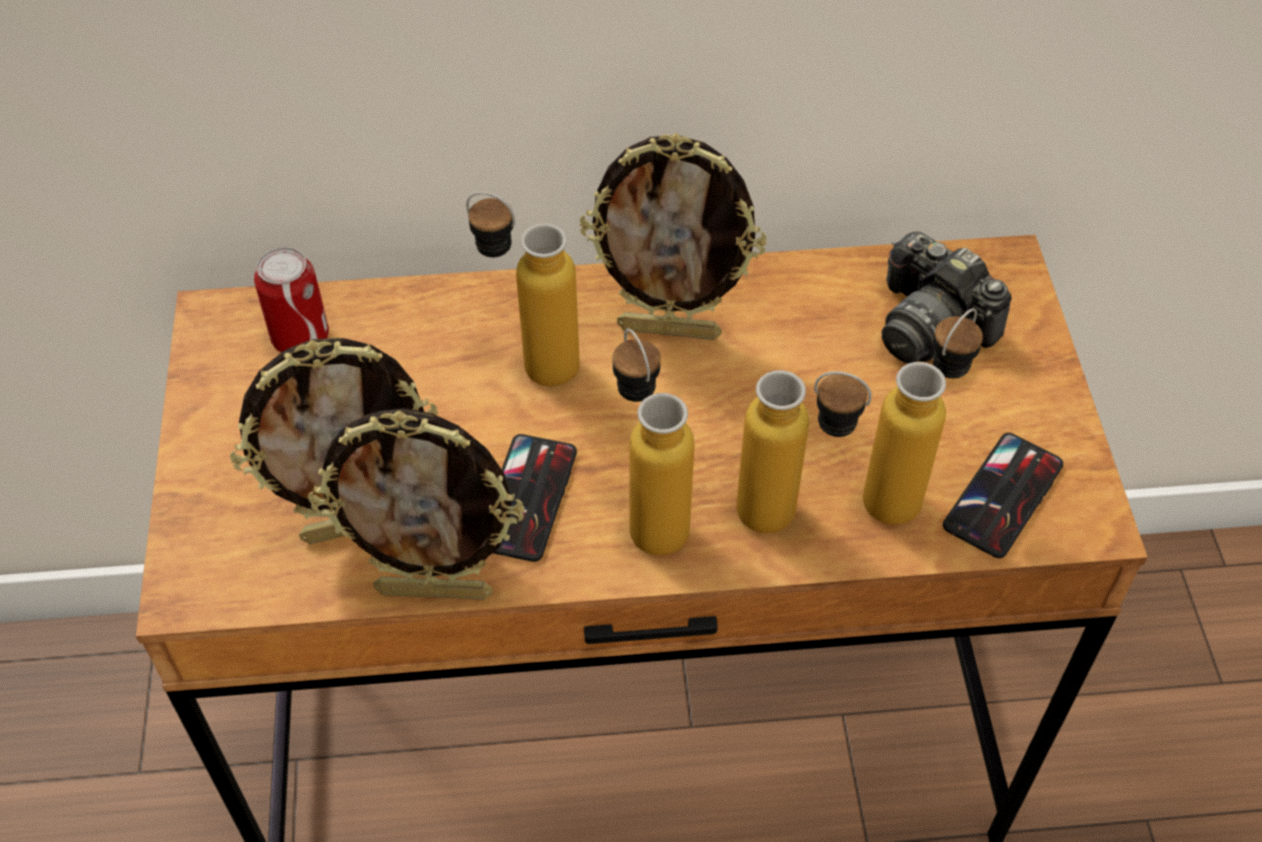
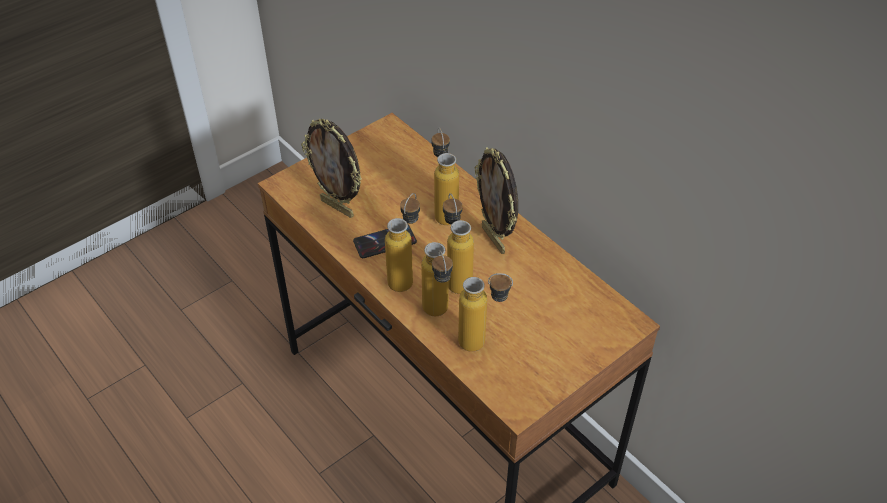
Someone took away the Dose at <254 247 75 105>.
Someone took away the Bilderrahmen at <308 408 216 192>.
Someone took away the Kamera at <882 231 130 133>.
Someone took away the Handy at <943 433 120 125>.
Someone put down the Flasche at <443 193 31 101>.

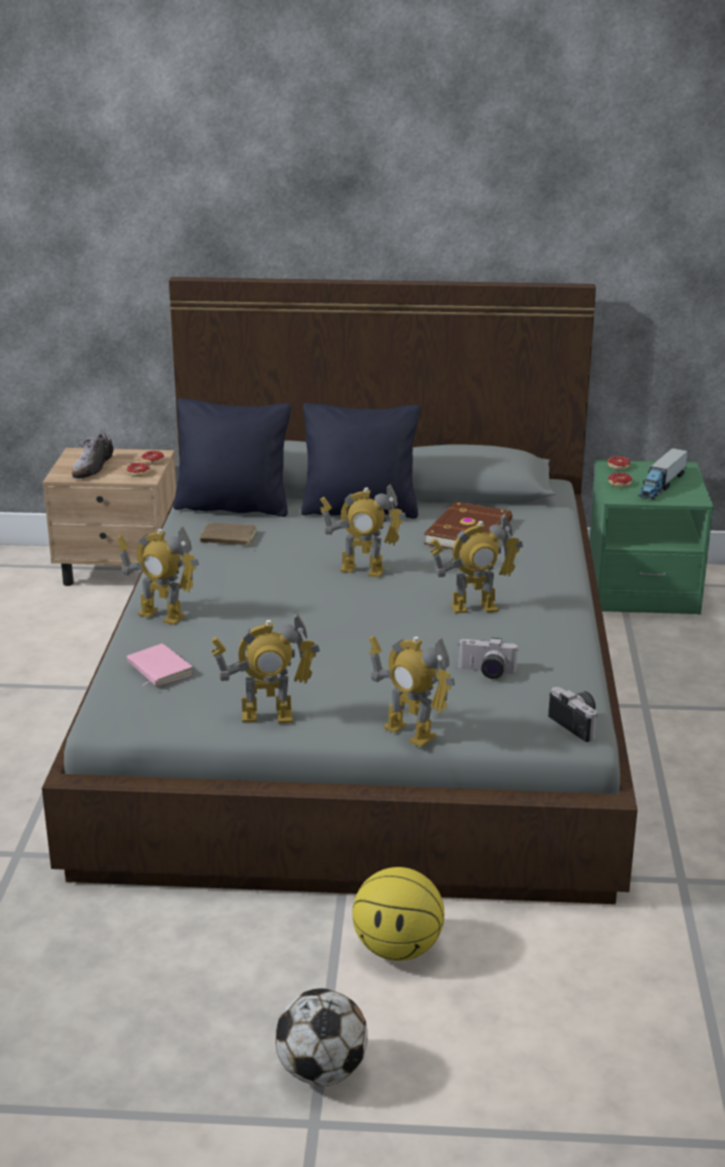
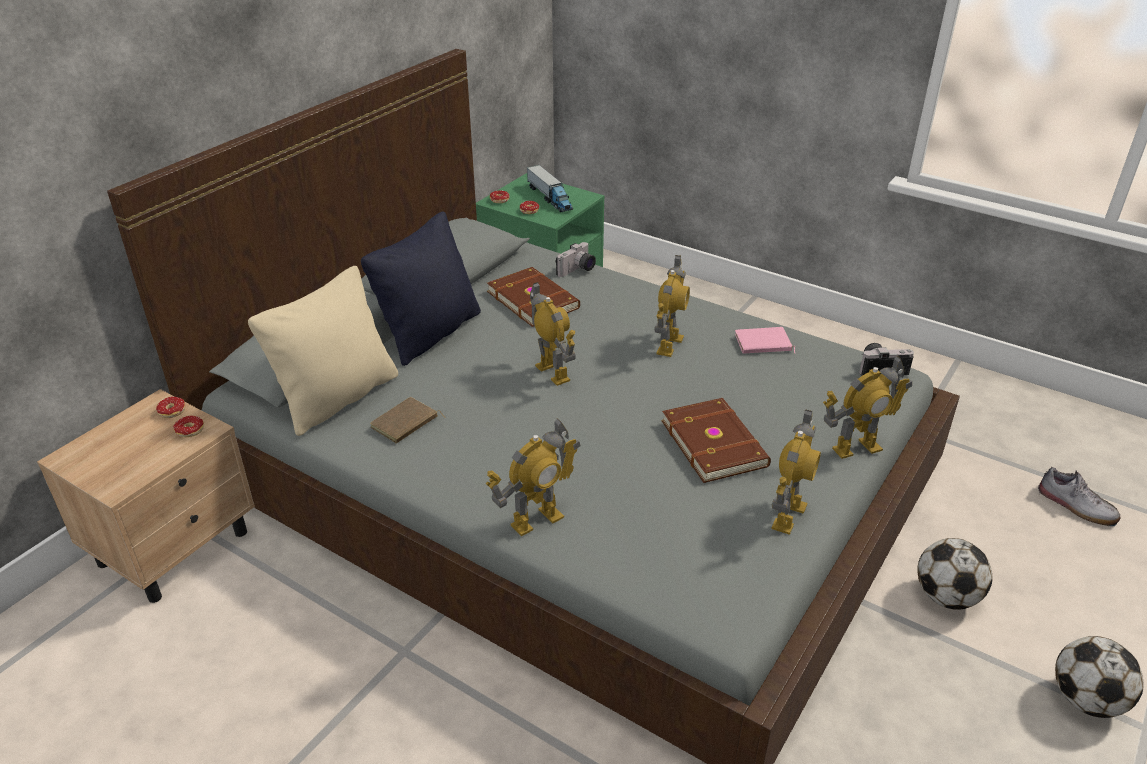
Someone carried the Schuh from <72 432 42 47> to <1038 467 82 59>.
Someone carried the Buch (rosa) from <127 644 66 42> to <735 327 60 27>.
Someone repainted the Kissen (schwarz) at <173 398 118 119>, which became the Kissen (beige) at <248 266 150 170>.
Someone rotated the Spielzeugroboter at <320 484 86 93> by 75 degrees counterclockwise.
Someone swapped the Basketball at <353 867 91 94> for the Fußball at <917 538 75 72>.
Someone carried the Kamera from <458 637 60 42> to <555 242 41 35>.
Someone put down the Buch (braun) at <662 398 109 85>.

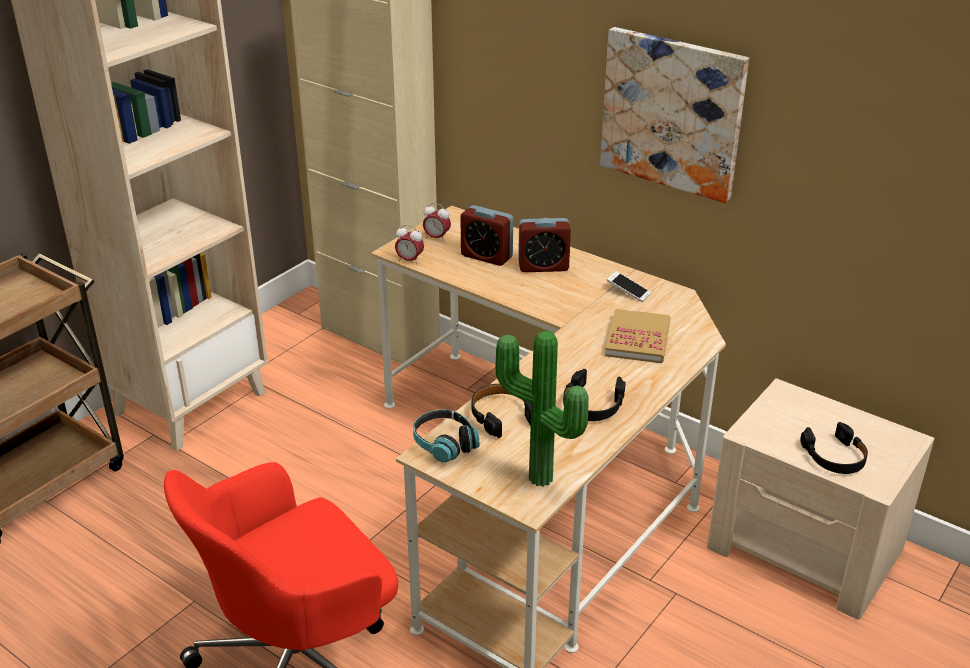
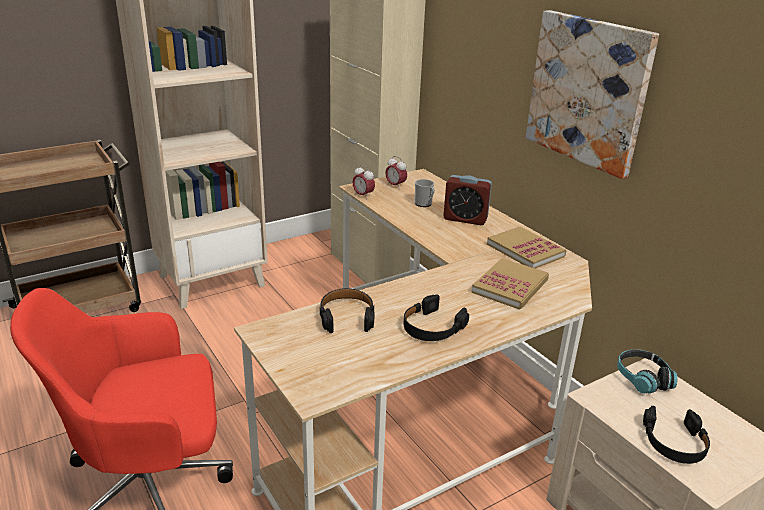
Someone carried the Kopfhörer from <413 409 66 54> to <617 349 61 45>.
Someone swapped the Wecker at <460 205 53 61> for the Henkelbecher at <415 179 20 28>.
Someone took away the Topfpflanze at <495 331 94 156>.
Someone swapped the Handy at <607 271 44 31> for the Buch at <487 227 80 42>.

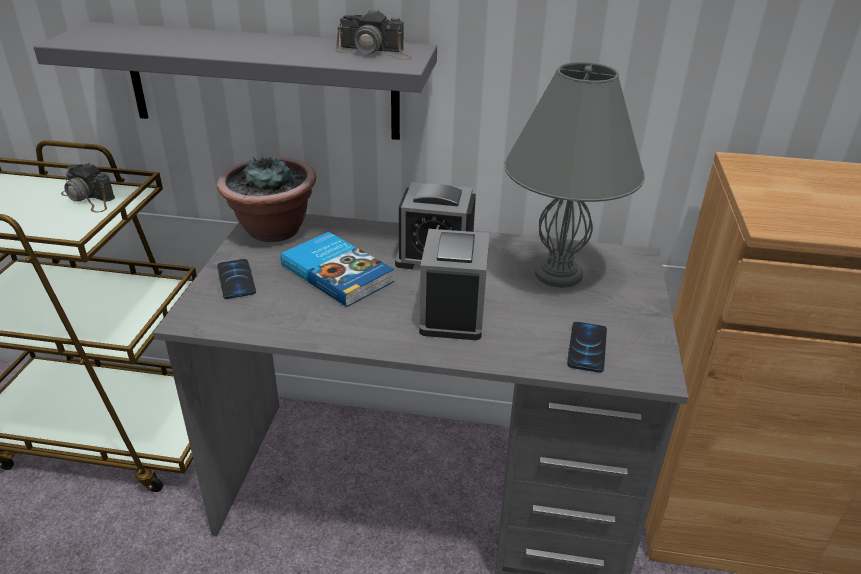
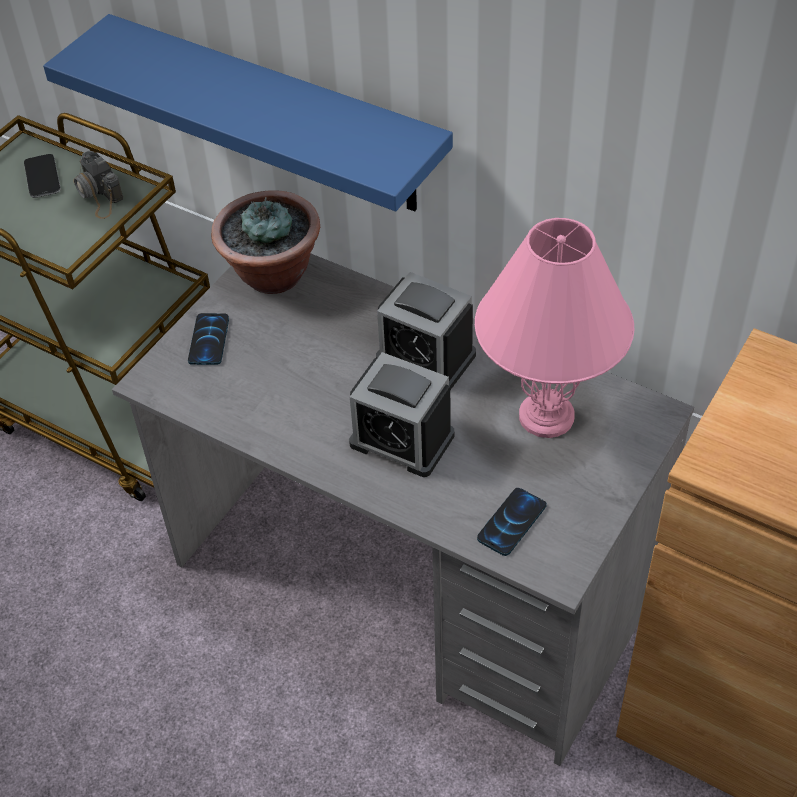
Someone repainted the Wandregal (grau) at <34 22 403 118>, which became the Wandregal (blau) at <43 14 410 197>.
Someone took away the Buch at <281 232 113 75>.
Someone took away the Kamera at <335 9 77 51>.
Someone rotated the Wecker at <419 229 70 111> by 90 degrees counterclockwise.
Someone repainted the Tischlampe (grau) at <504 62 141 226>, which became the Tischlampe (rosa) at <475 218 160 220>.
Someone put down the Handy at <24 154 37 44>.

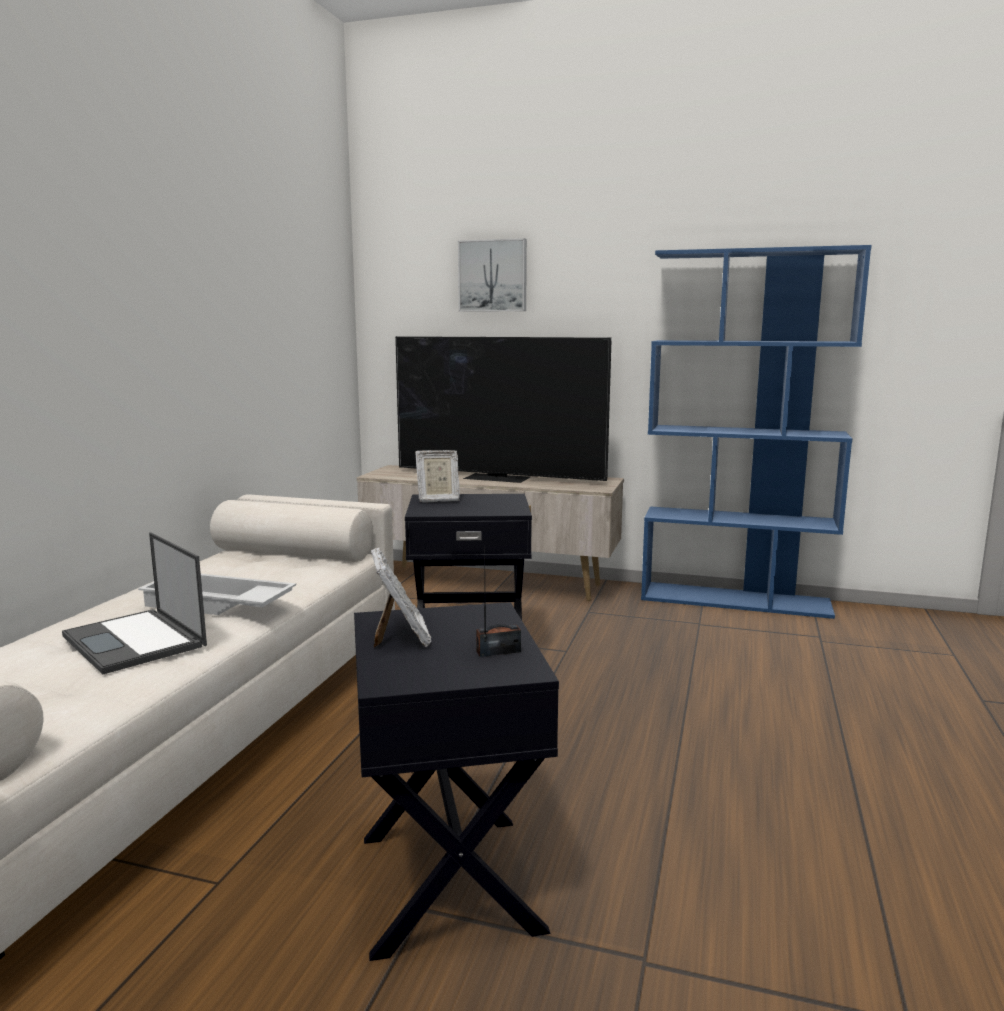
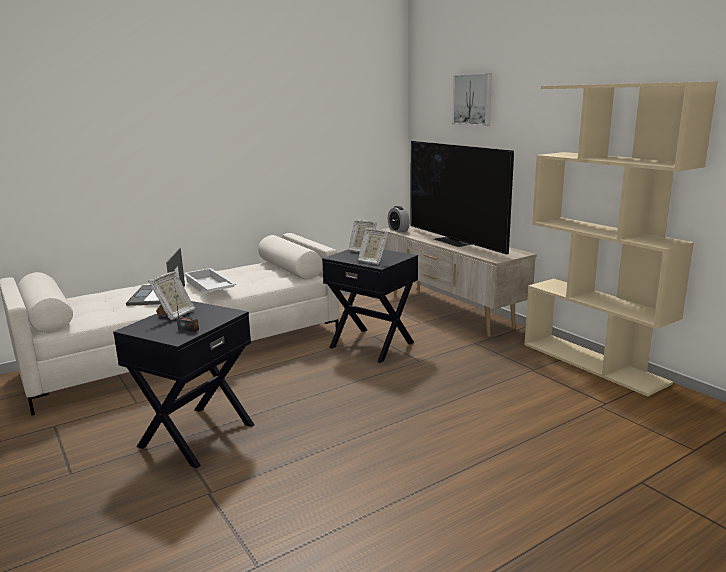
Someone repainted the Bücherregal (blau) at <641 245 231 374>, which became the Bücherregal (beige) at <524 81 194 316>.
Someone put down the Bilderrahmen at <358 228 30 37>.
Someone put down the Wecker at <388 206 22 27>.

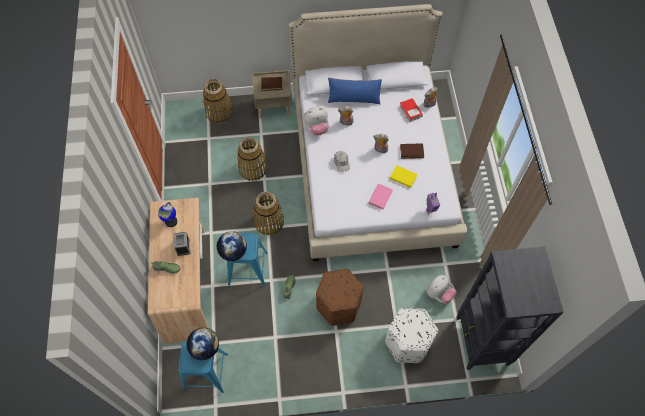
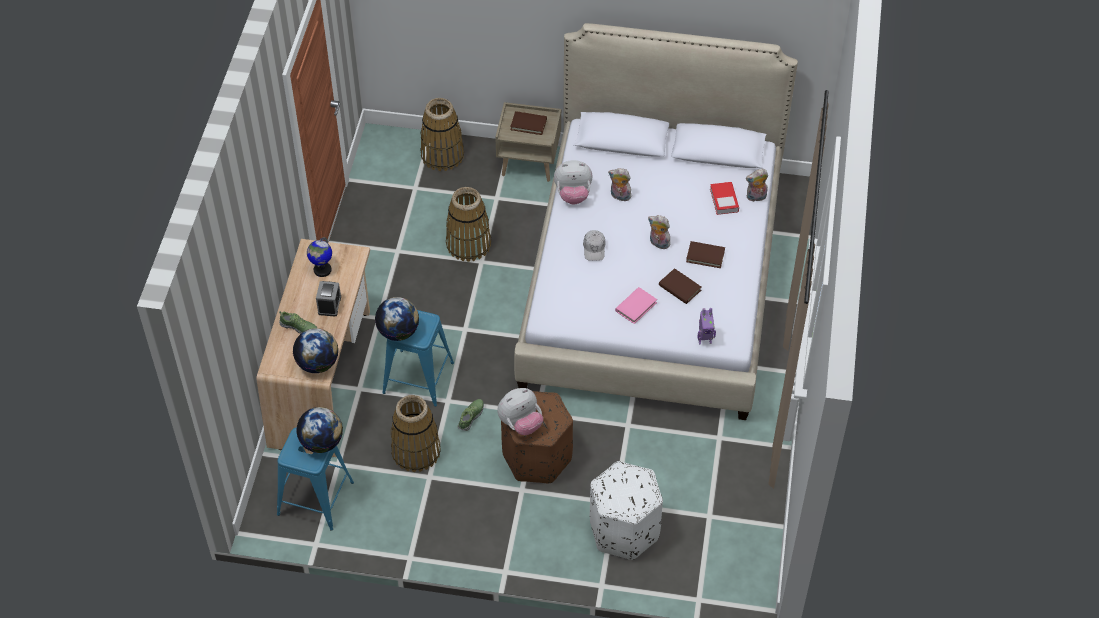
Someone carried the Korb from <253 192 31 43> to <391 395 50 77>.
Someone took away the Kissen (blau) at <328 78 54 26>.
Someone repainted the Buch (gelb) at <390 165 28 23>, which became the Buch (braun) at <659 268 43 36>.
Someone carried the Plüschtier from <427 275 29 29> to <497 388 46 47>.
Someone took away the Bücherregal (schwarz) at <457 246 107 124>.
Someone put down the Globus at <293 328 45 45>.

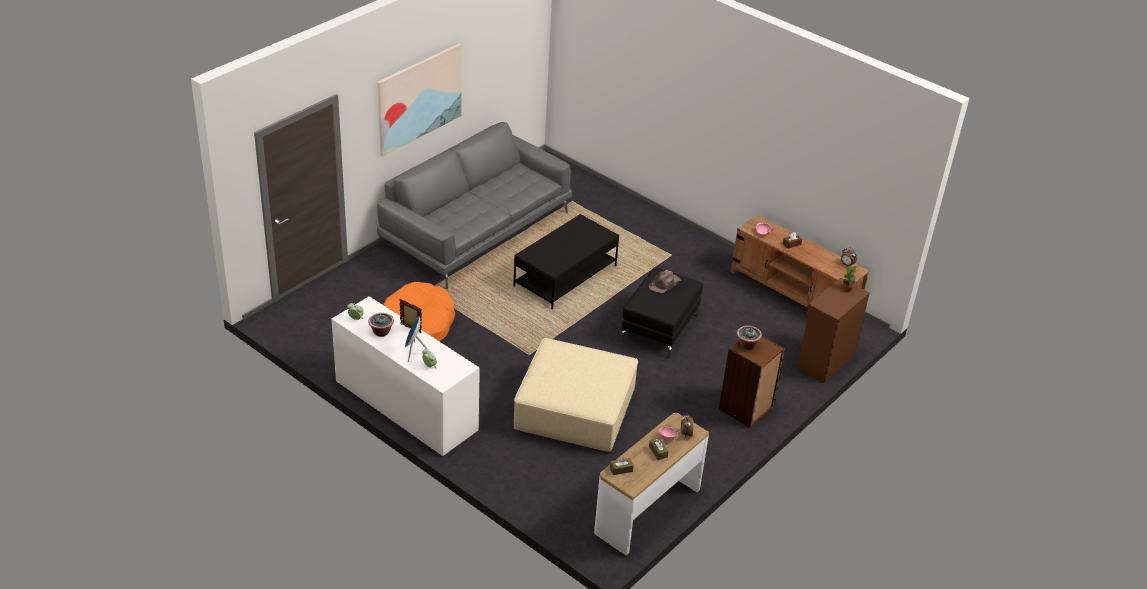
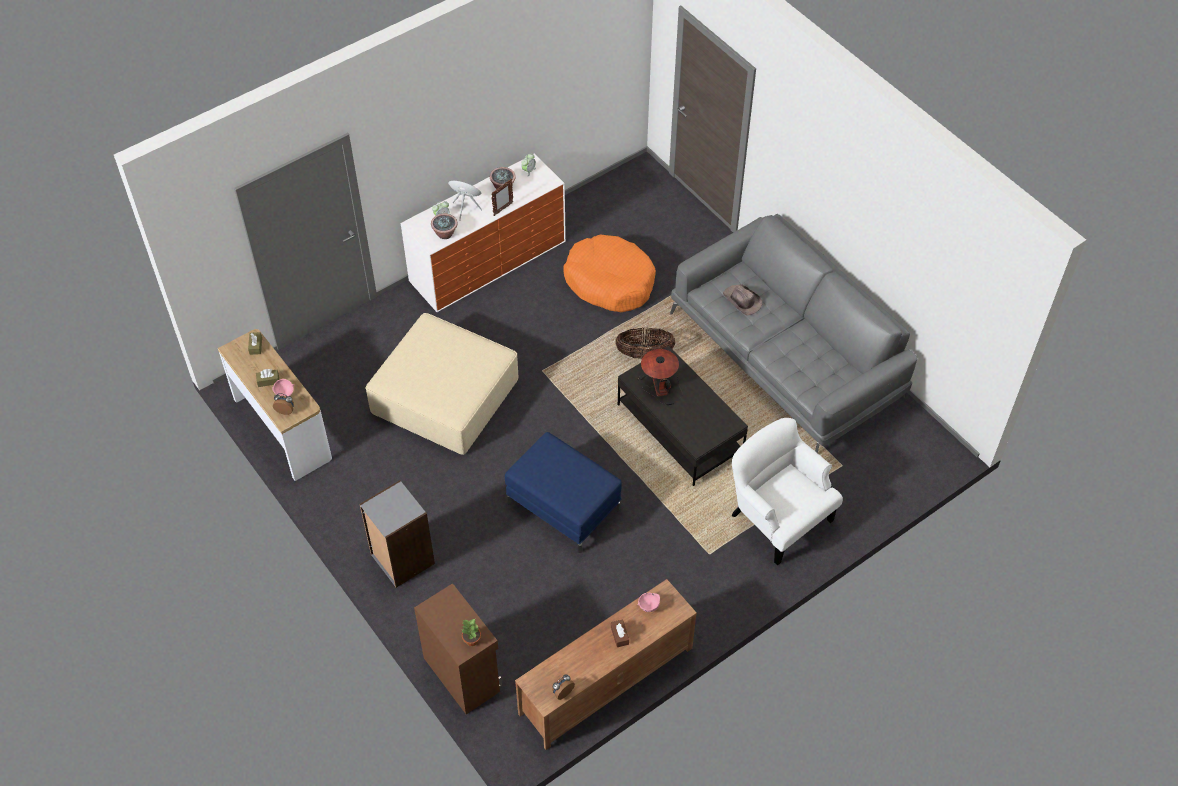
Someone took away the Bild at <377 43 85 114>.
Someone repainted the Polsterhocker (schwarz) at <621 267 82 91>, which became the Polsterhocker (blau) at <505 432 117 121>.
Someone carried the Hut (braun) from <649 270 32 23> to <723 285 39 30>.
Someone repainted the Bücherregal (braun) at <719 336 66 92>, which became the Bücherregal (grau) at <360 480 75 108>.
Someone carried the Topfpflanze from <737 326 25 24> to <431 214 27 25>.
Someone put down the Korb at <615 327 60 32>.
Someone put down the Tischlampe at <638 349 45 56>.
Someone put down the Sessel (weiß) at <732 418 111 148>.

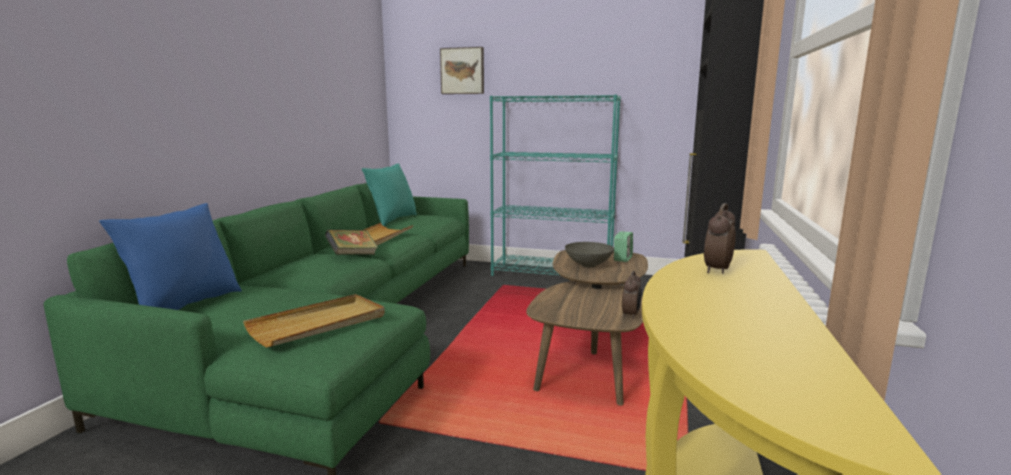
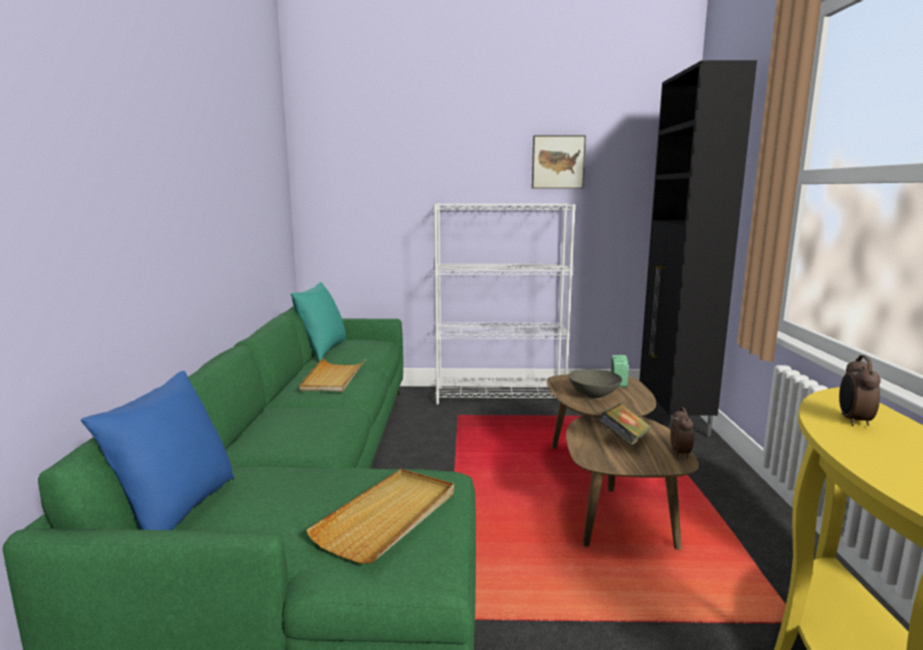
Someone carried the Buch from <325 229 53 26> to <598 404 53 42>.
Someone carried the Bild from <440 47 44 47> to <532 135 54 54>.
Someone repainted the Bücherregal (türkis) at <490 94 131 182>, which became the Bücherregal (weiß) at <434 203 142 202>.

